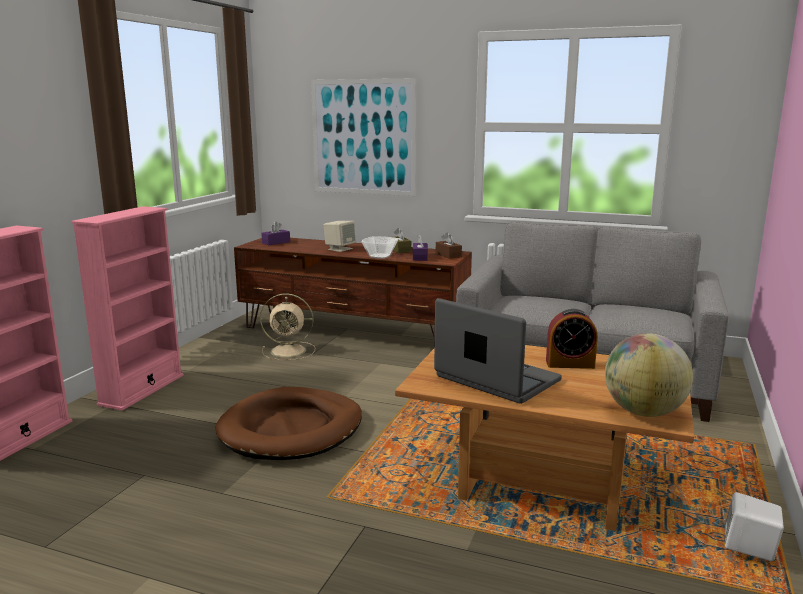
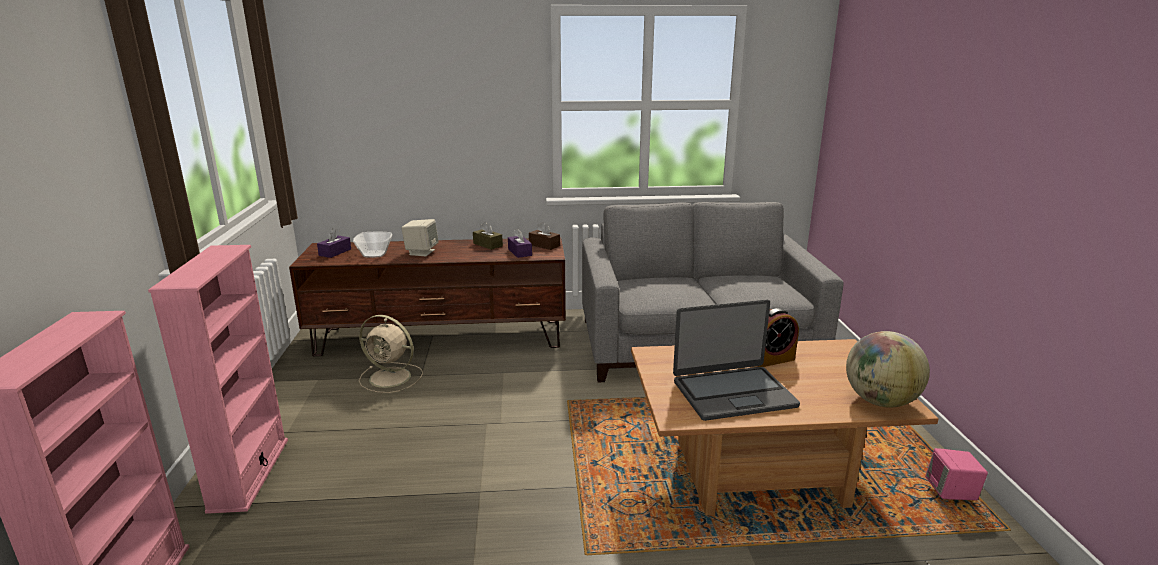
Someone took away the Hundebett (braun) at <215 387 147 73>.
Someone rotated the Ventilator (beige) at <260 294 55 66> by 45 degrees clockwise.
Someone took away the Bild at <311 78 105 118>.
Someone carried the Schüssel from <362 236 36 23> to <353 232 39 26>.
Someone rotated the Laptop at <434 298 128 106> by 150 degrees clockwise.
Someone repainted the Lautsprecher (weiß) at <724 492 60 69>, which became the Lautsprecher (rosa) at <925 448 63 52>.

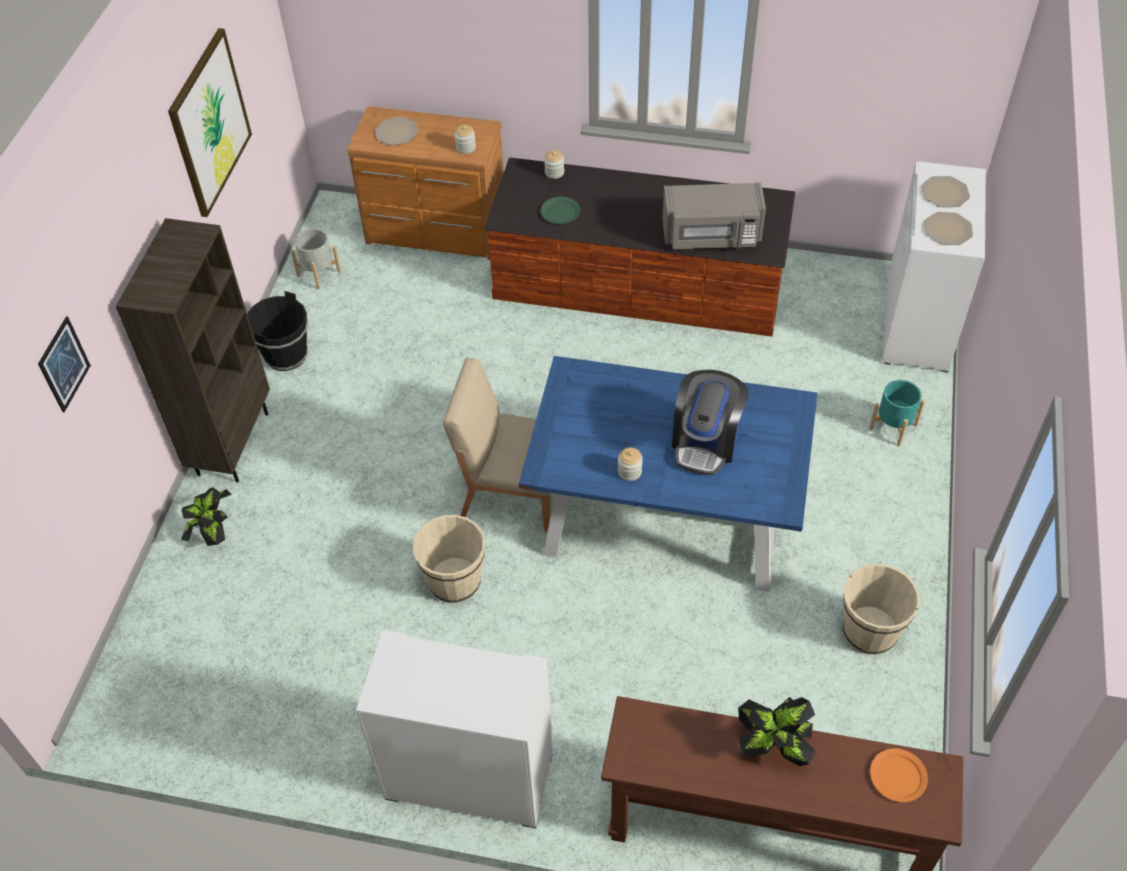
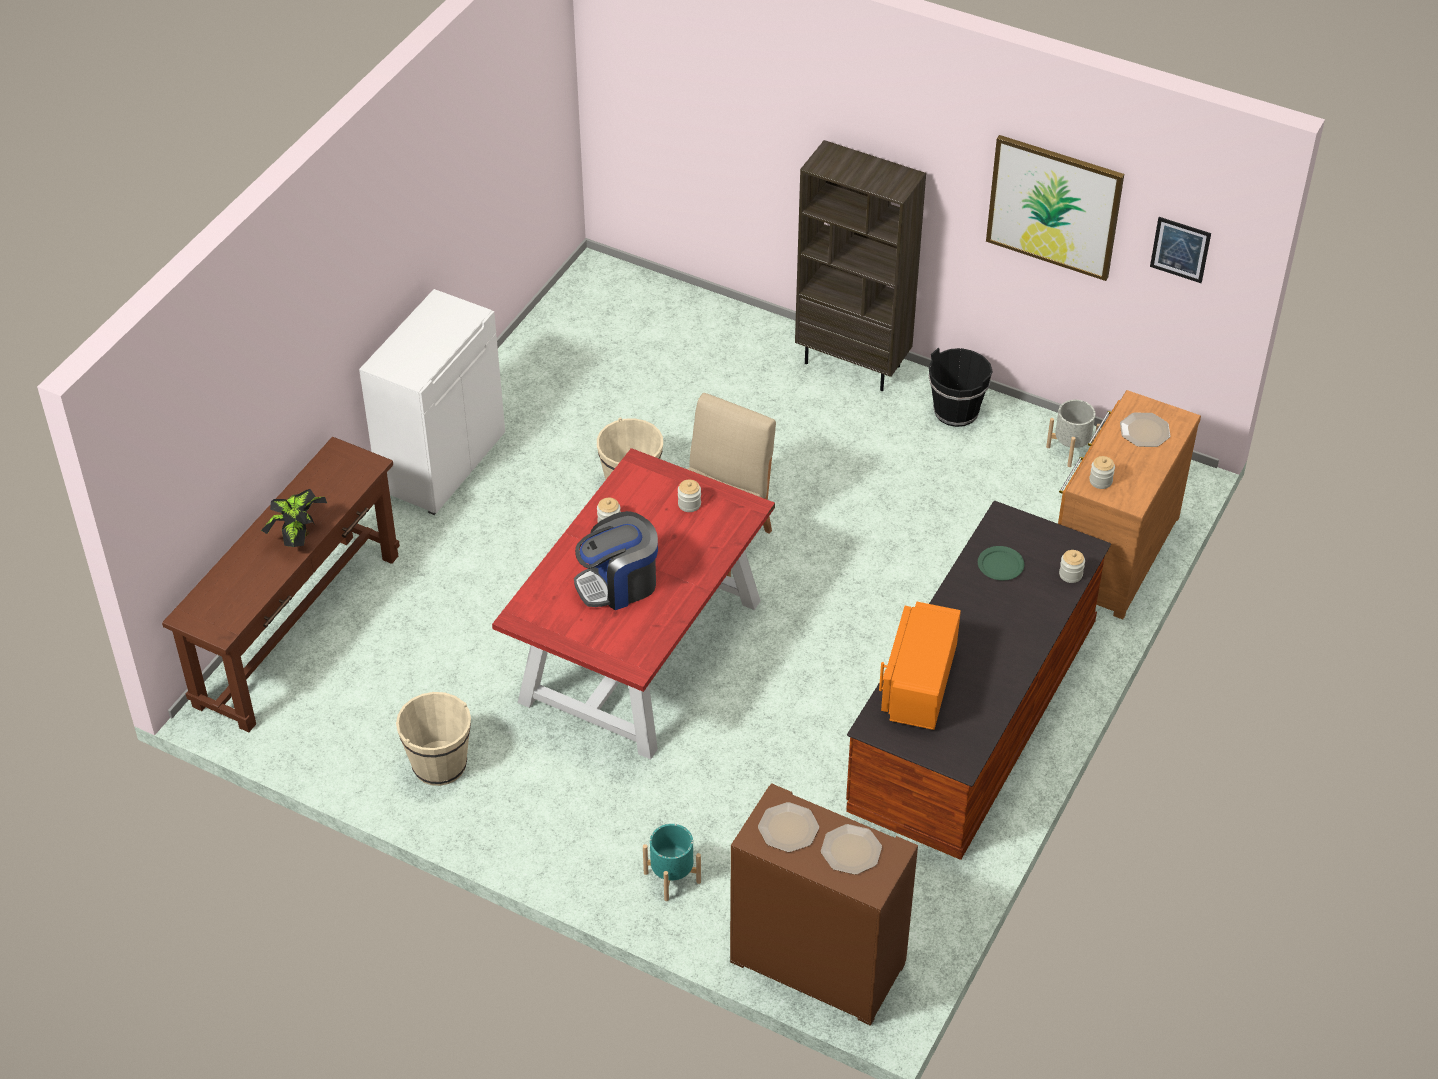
Someone carried the Bild from <38 316 53 96> to <1150 217 61 66>.
Someone took away the Topfpflanze at <181 487 51 59>.
Someone repainted the Esstisch (blau) at <519 356 298 236>, which became the Esstisch (rot) at <492 448 283 311>.
Someone repainted the Mikrowelle (grau) at <662 183 104 66>, which became the Mikrowelle (orange) at <879 602 82 128>.
Someone rotated the Kaffeemaschine at <672 370 77 105> by 60 degrees counterclockwise.
Someone took away the Teller (orange) at <870 748 58 54>.
Someone repainted the Schrank (weiß) at <882 161 104 212>, which became the Schrank (braun) at <730 783 188 243>.
Someone put down the Vorratsglas at <678 480 23 32>.

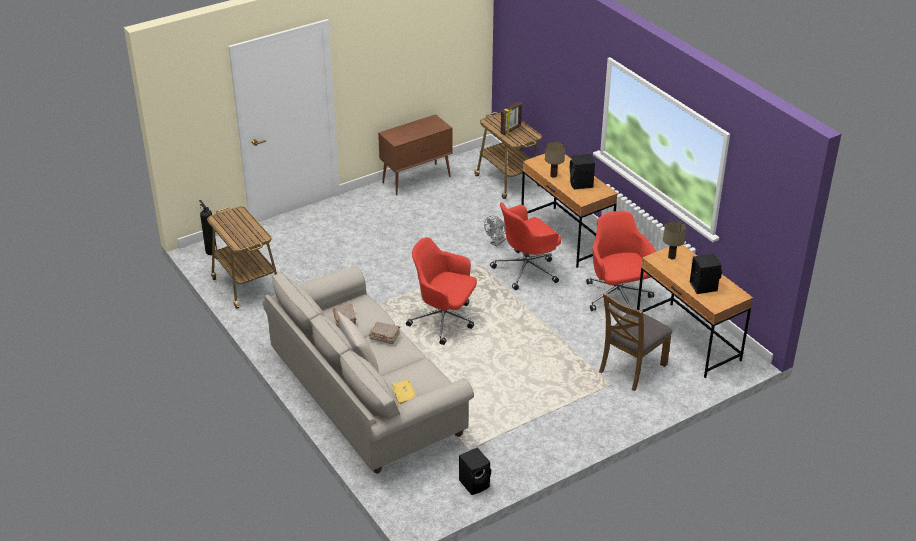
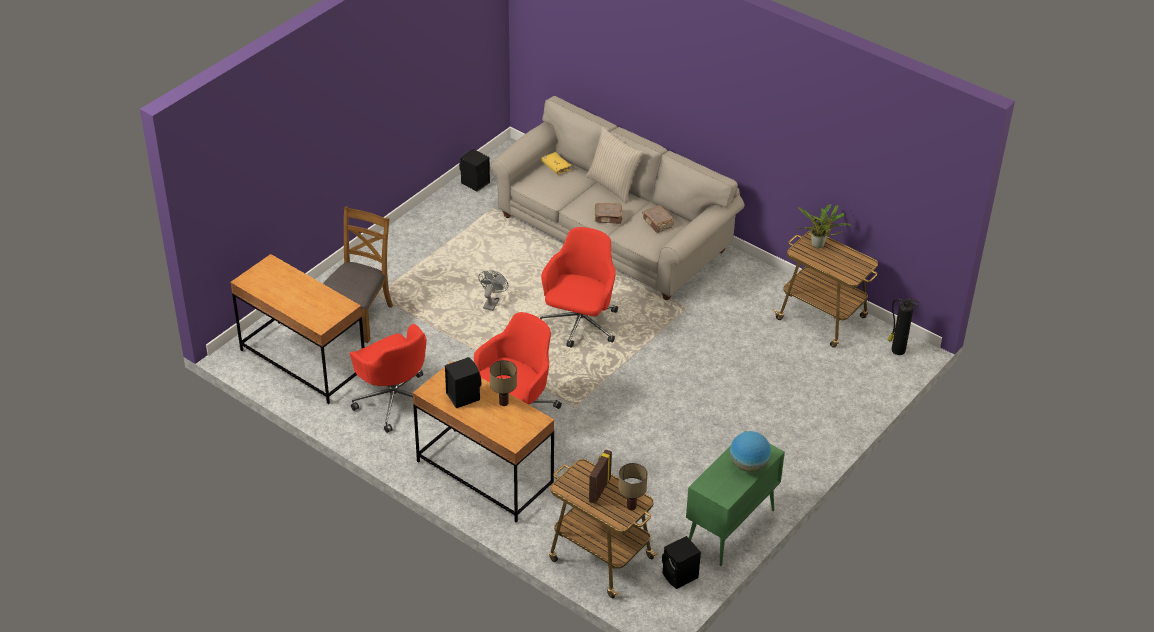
Someone repainted the Schrank (braun) at <378 114 75 82>, which became the Schrank (grün) at <686 431 99 135>.
Someone rotated the Bürostuhl (rot) at <406 237 71 108> by 75 degrees counterclockwise.
Someone carried the Ventilator (grau) from <484 216 22 30> to <478 270 30 41>.
Someone carried the Tischlampe from <663 221 24 38> to <618 463 29 47>.
Someone carried the Lautsprecher (schwarz) from <690 253 32 41> to <662 536 39 53>.
Someone put down the Globus at <730 431 41 41>.
Someone put down the Topfpflanze at <796 204 56 44>.

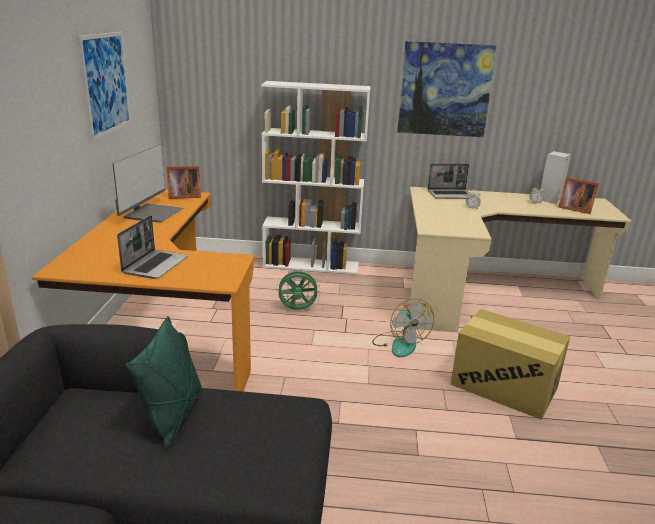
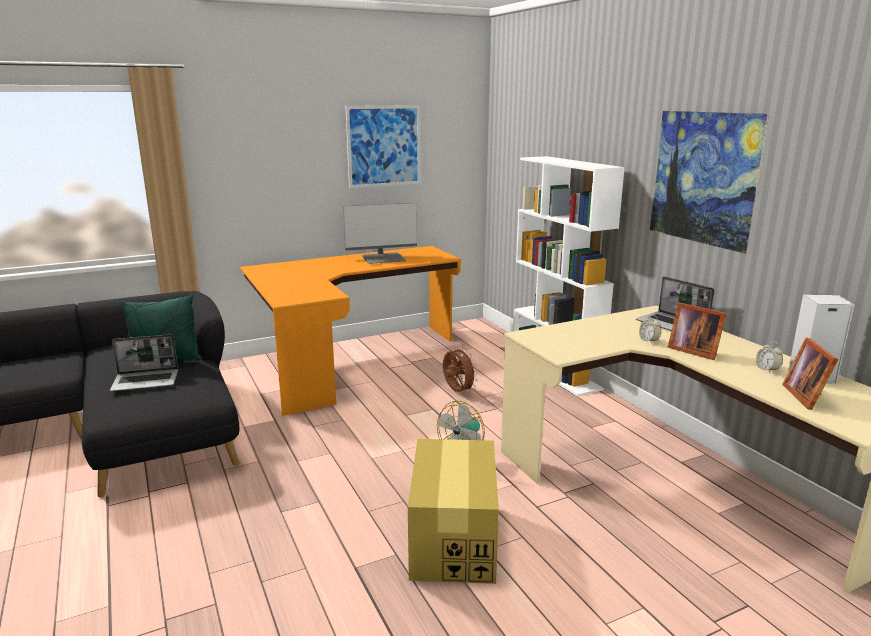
Someone carried the Laptop from <117 215 71 64> to <110 334 68 57>.
Someone carried the Bilderrahmen from <166 166 35 33> to <668 302 59 58>.
Someone repainted the Ventilator (grün) at <276 271 44 39>, which became the Ventilator (braun) at <443 346 35 46>.

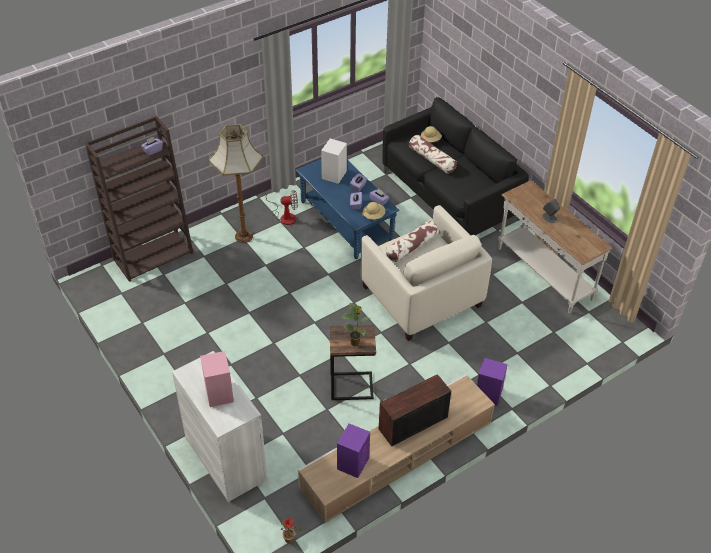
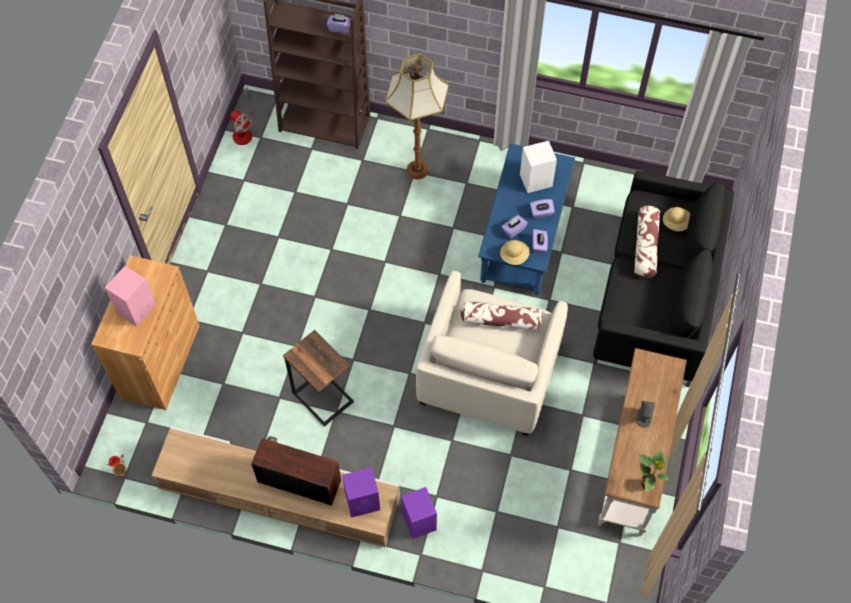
Someone repainted the Schrank (weiß) at <172 351 96 151>, which became the Schrank (braun) at <91 255 109 155>.
Someone carried the Ventilator from <262 189 36 36> to <230 88 24 57>.
Someone carried the Lautsprecher (lila) from <337 423 33 55> to <342 467 38 51>.
Someone carried the Topfpflanze from <341 303 30 43> to <639 449 30 43>.

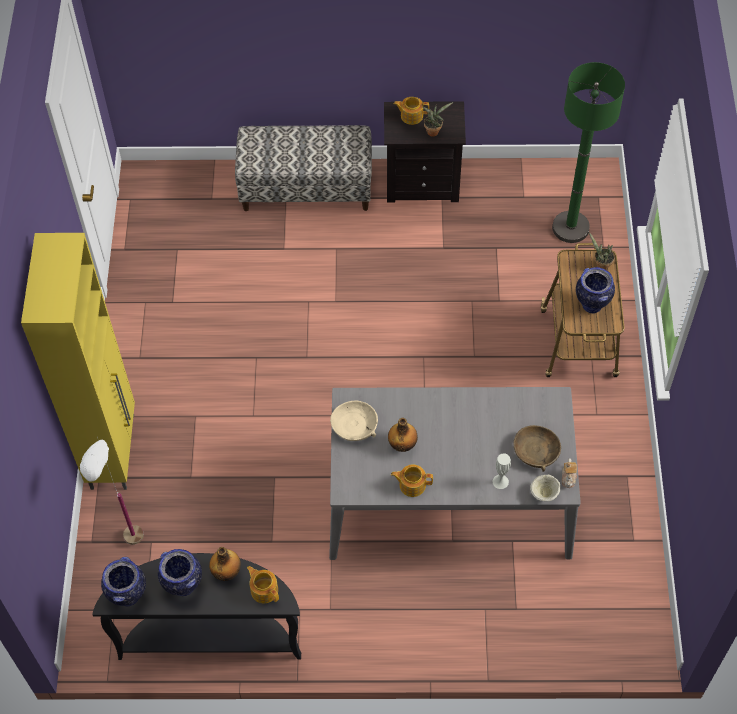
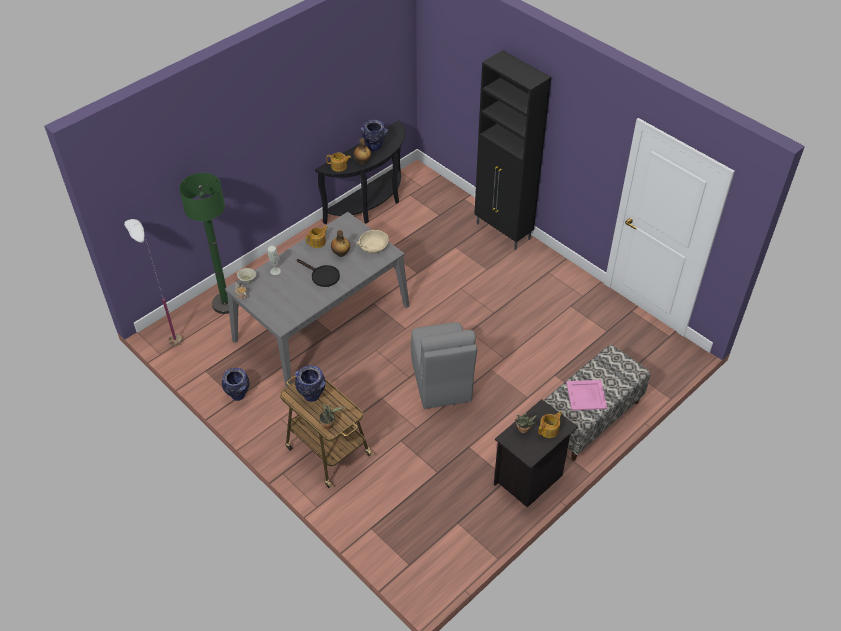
Someone repainted the Schrank (gelb) at <21 233 114 257>, which became the Schrank (schwarz) at <474 50 77 200>.
Someone carried the Stehlampe (weiß) from <80 437 64 108> to <124 219 58 127>.
Someone carried the Vase from <101 557 45 49> to <222 368 28 33>.
Someone took away the Schüssel (braun) at <514 425 47 47>.
Someone carried the Stehlampe (grün) from <552 62 73 181> to <179 173 60 141>.
Someone put down the Pfanne (schwarz) at <297 259 43 28>.
Someone put down the Stuhl (grau) at <411 322 66 87>.
Someone put down the Tablett (rosa) at <566 380 41 30>.

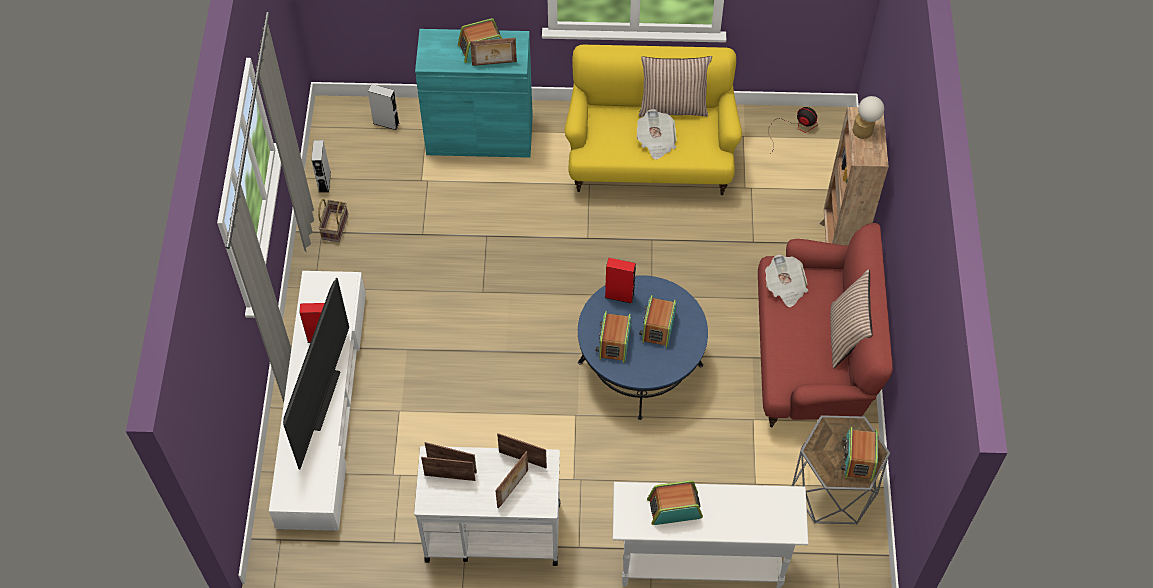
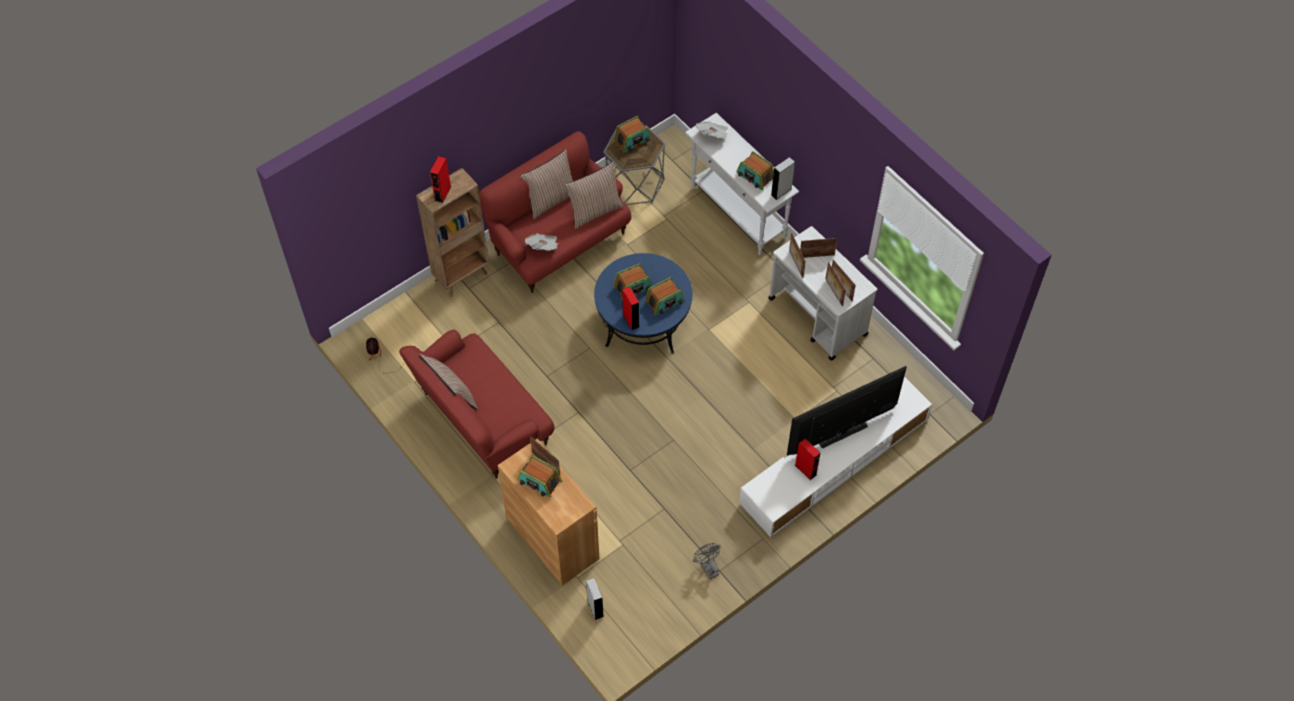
Someone carried the Lautsprecher (grau) from <311 140 20 52> to <771 157 24 43>.
Someone swapped the Korb at <318 199 30 43> for the Ventilator (grau) at <693 543 28 36>.
Someone repainted the Schrank (türkis) at <415 29 118 129>, which became the Schrank (braun) at <498 439 101 147>.
Someone repainted the Sofa (gelb) at <565 45 177 150>, which became the Sofa (rot) at <399 329 156 150>.
Someone carried the Zeitung from <636 109 40 51> to <696 121 32 17>.
Someone swapped the Tischlampe at <853 96 31 43> for the Lautsprecher (rot) at <430 156 21 47>.
Someone put down the Kissen at <564 162 59 67>.

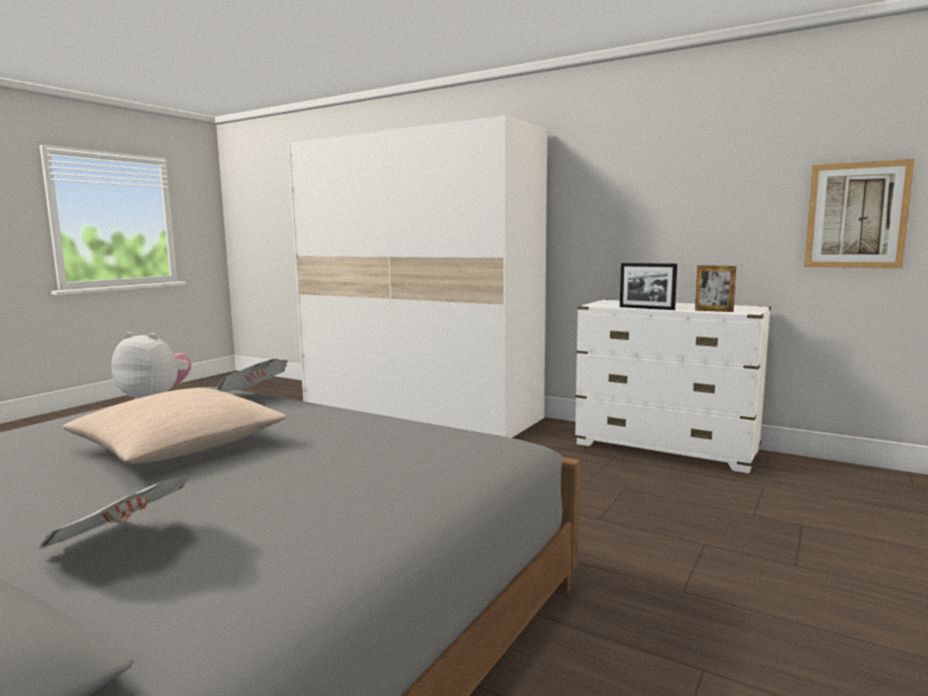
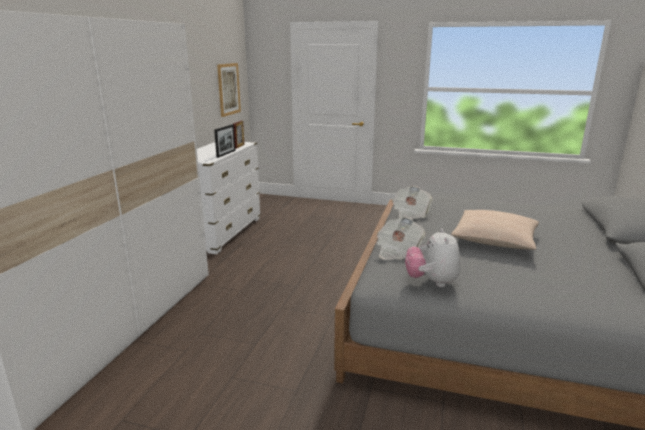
Someone carried the Zeitung from <39 474 154 75> to <392 186 41 33>.

